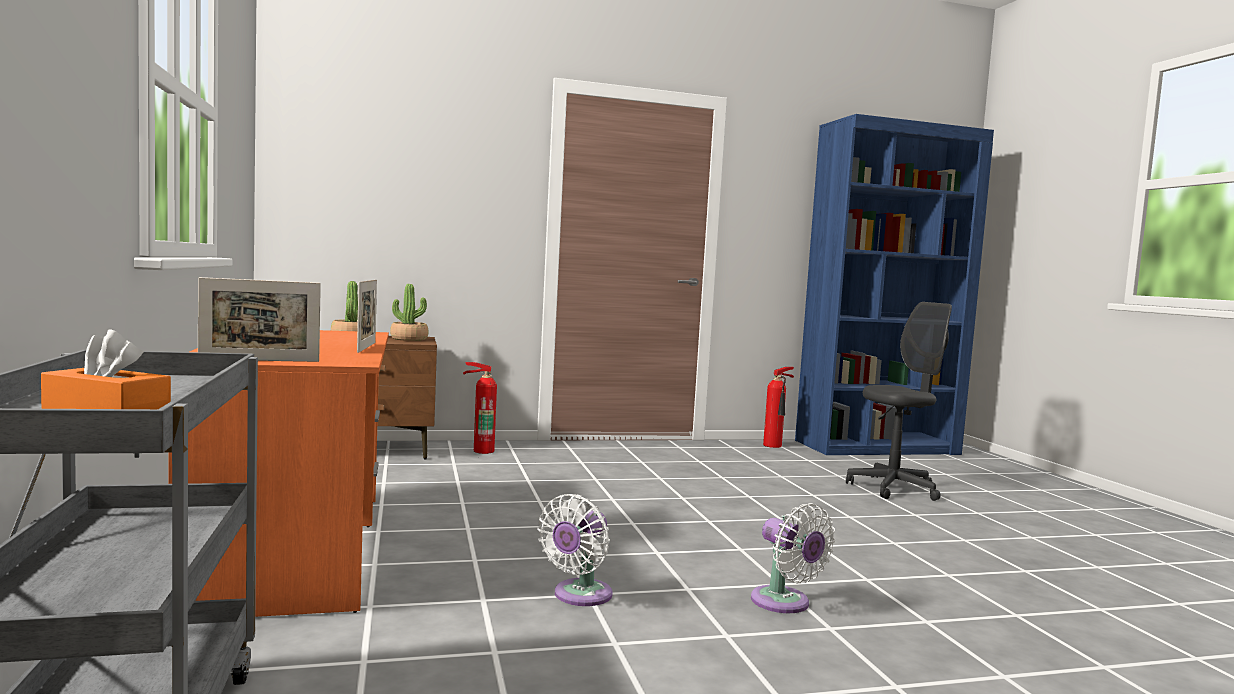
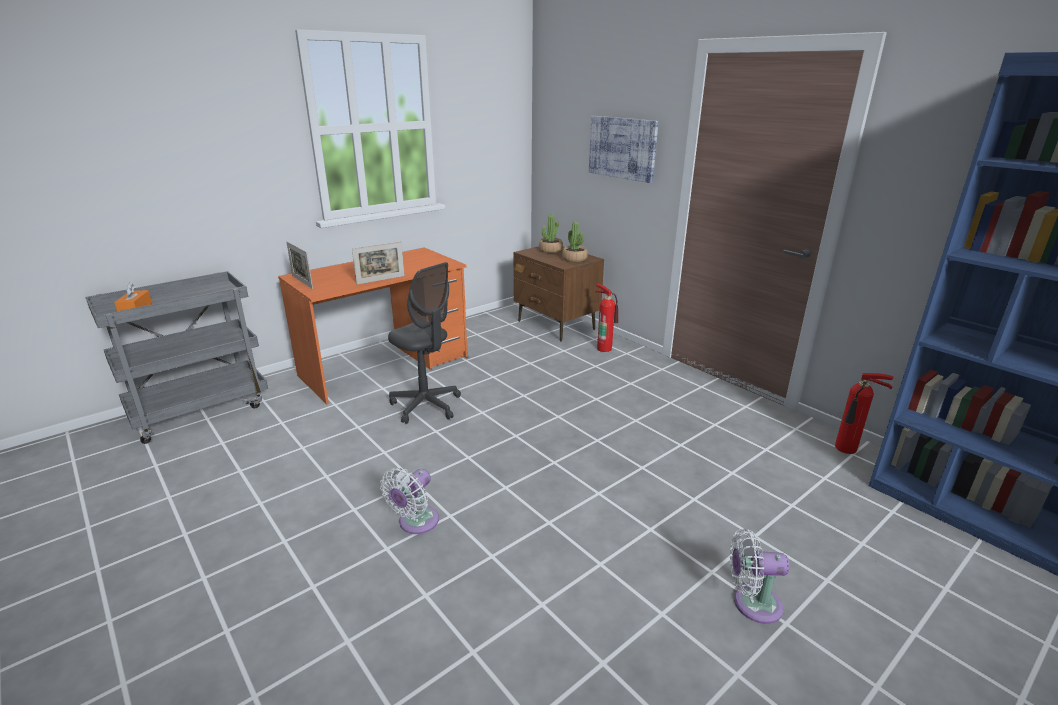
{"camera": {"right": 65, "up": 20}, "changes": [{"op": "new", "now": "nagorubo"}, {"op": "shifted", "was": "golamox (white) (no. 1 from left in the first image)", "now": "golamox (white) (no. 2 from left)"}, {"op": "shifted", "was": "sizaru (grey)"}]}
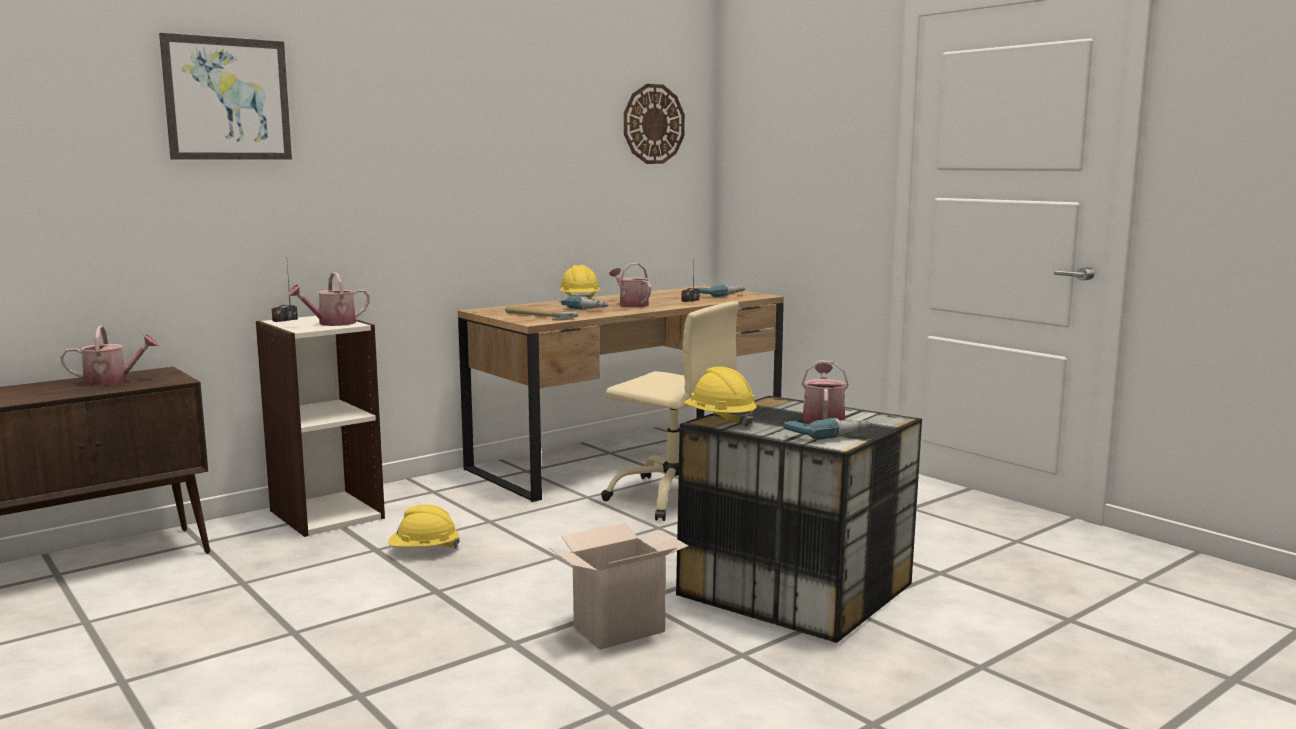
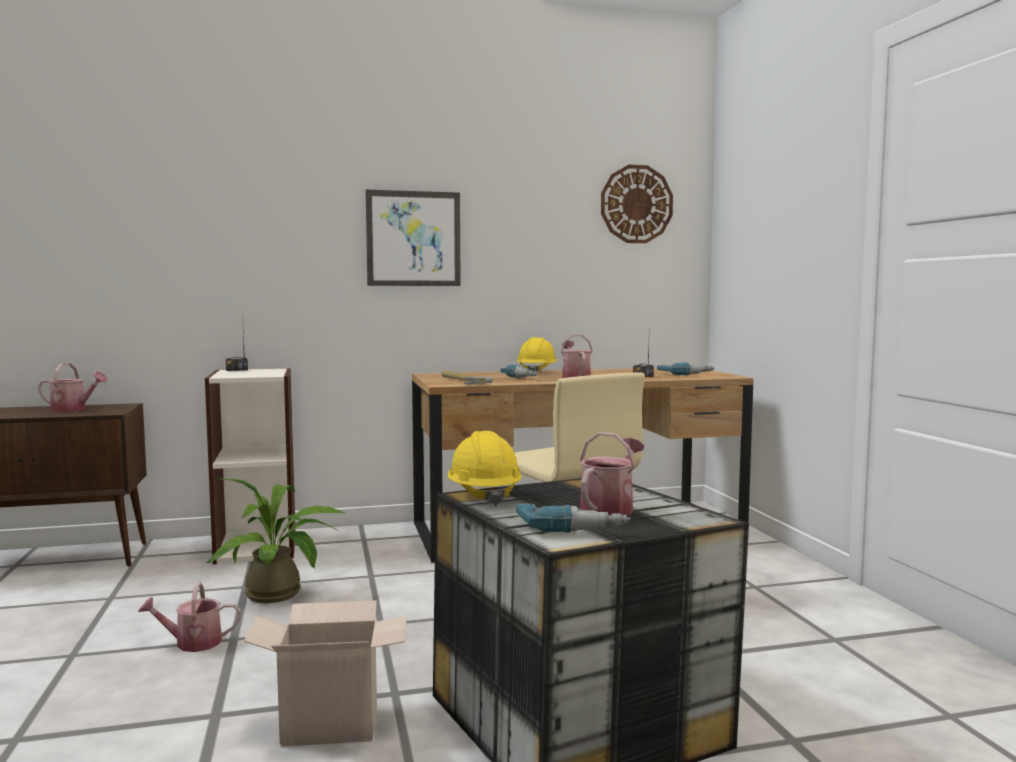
{"camera": {"right": 25, "up": -5}, "changes": [{"op": "shifted", "was": "nagorubo"}, {"op": "shifted", "was": "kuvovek (no. 2 from left)"}, {"op": "swapped", "was": "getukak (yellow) (no. 1 from left)", "now": "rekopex"}]}
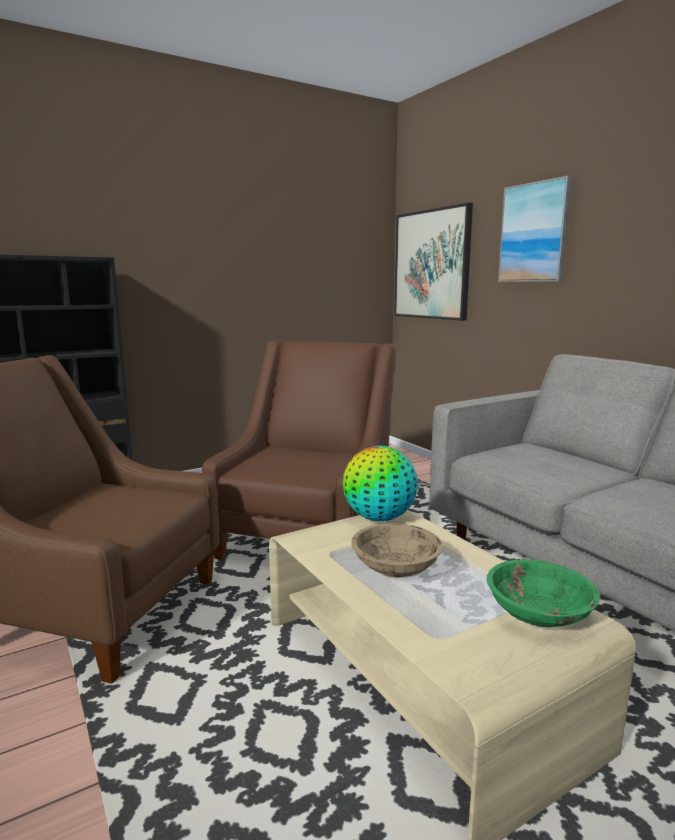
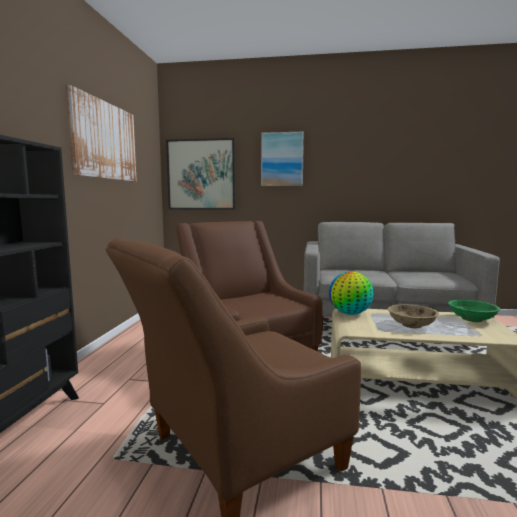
{"camera": {"right": -50, "up": -5}, "changes": [{"op": "new", "now": "nagorubo (no. 1 from left)"}]}
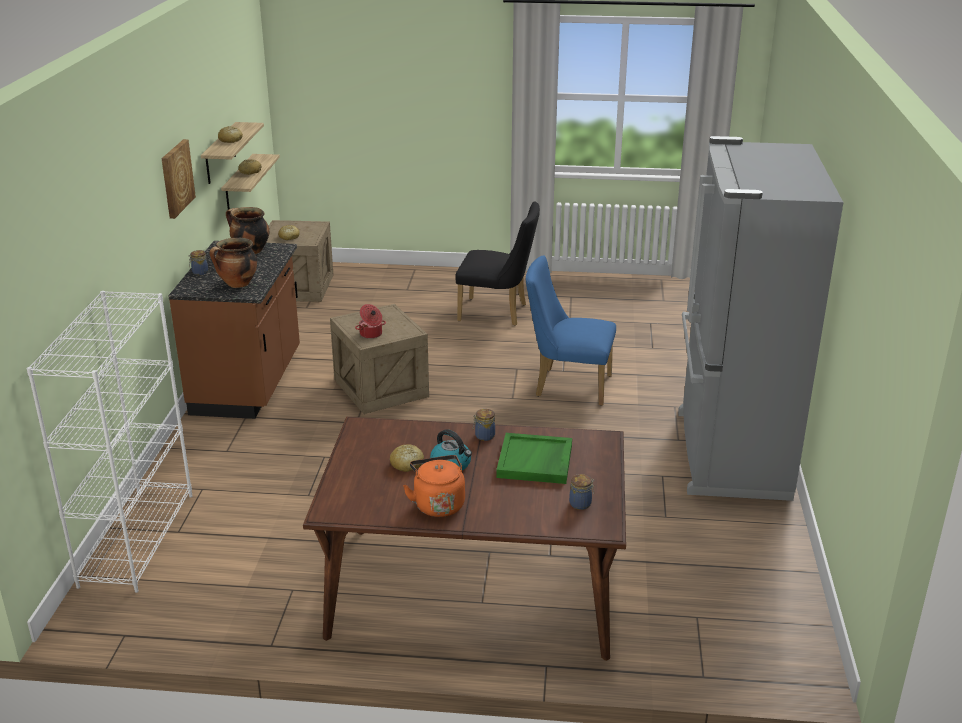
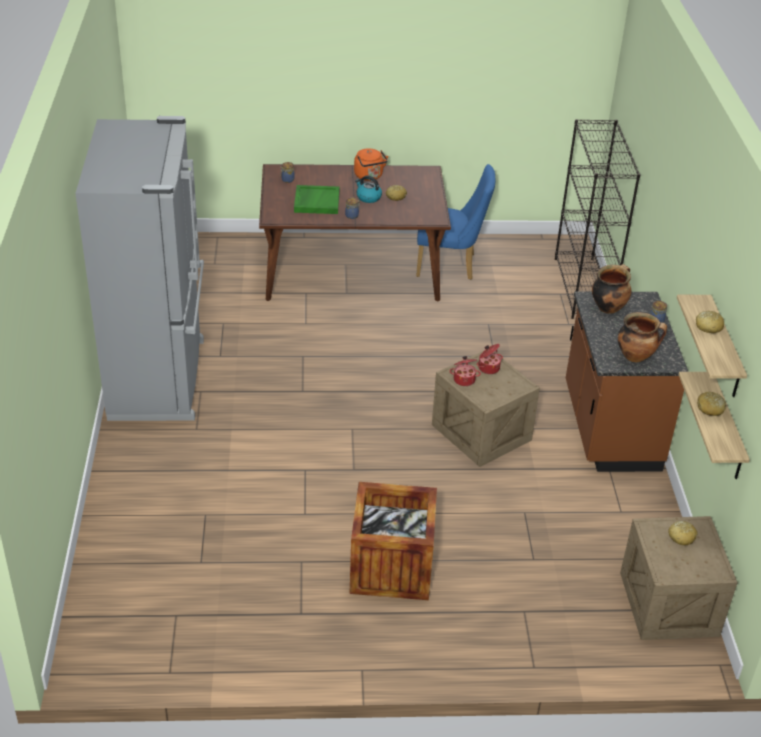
{"camera": {"right": 170, "up": 10}, "changes": [{"op": "gone", "was": "nagorubo"}, {"op": "new", "now": "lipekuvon (no. 1 from left)"}, {"op": "shifted", "was": "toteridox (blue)"}, {"op": "swapped", "was": "toteridox (black)", "now": "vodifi (no. 1 from left)"}, {"op": "repainted", "was": "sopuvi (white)", "now": "sopuvi (black)"}]}
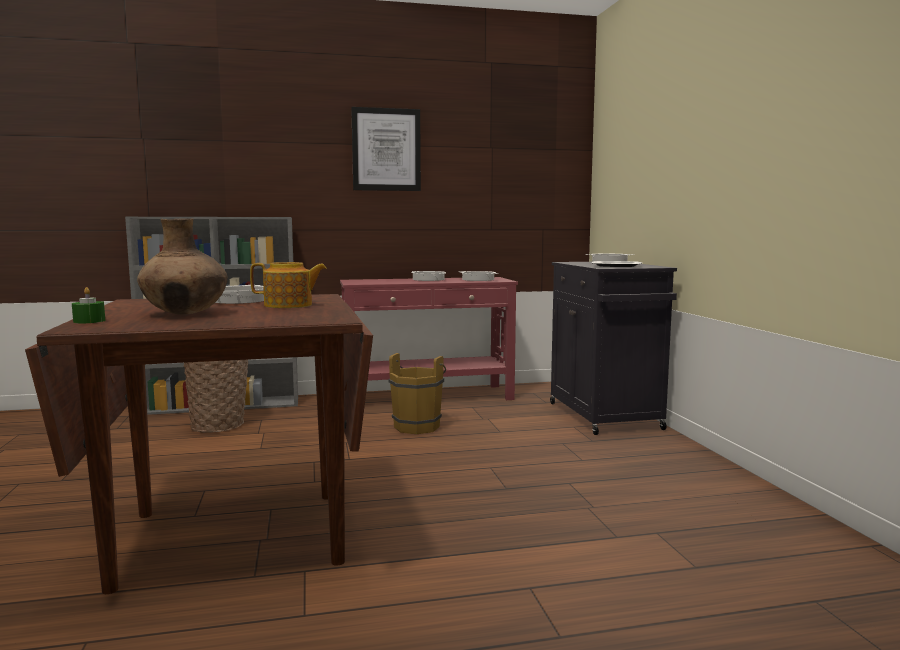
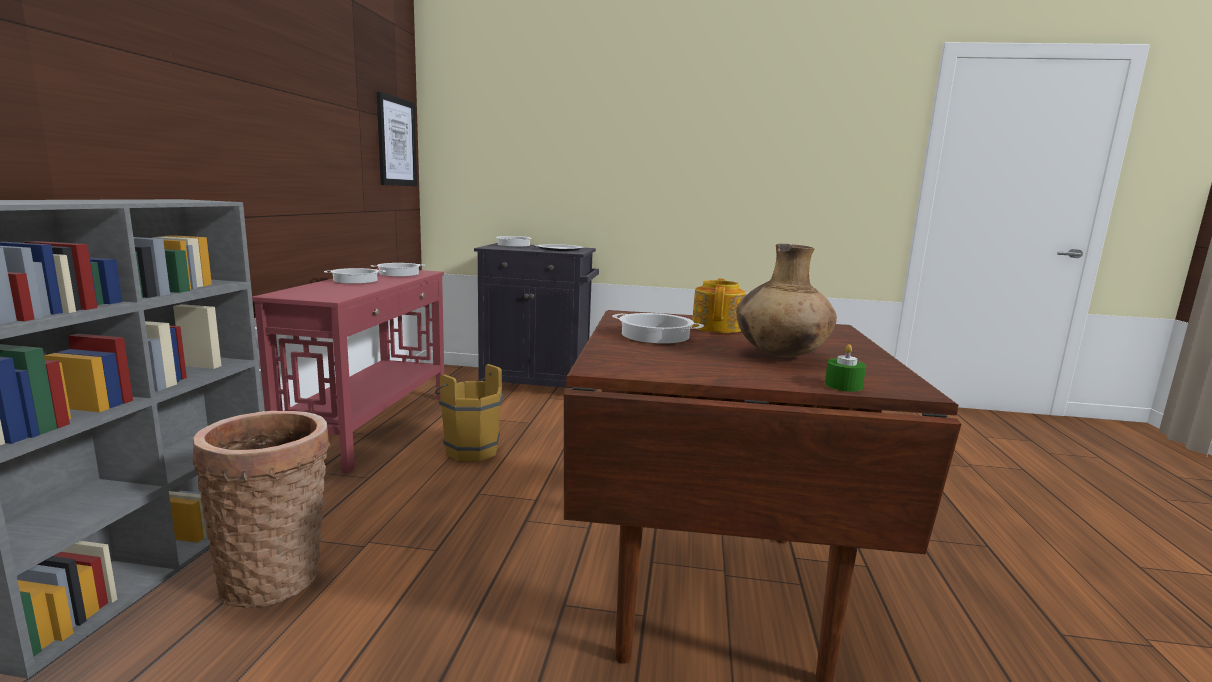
{"camera": {"right": -70, "up": 5}, "changes": [{"op": "shifted", "was": "nagorubo"}]}
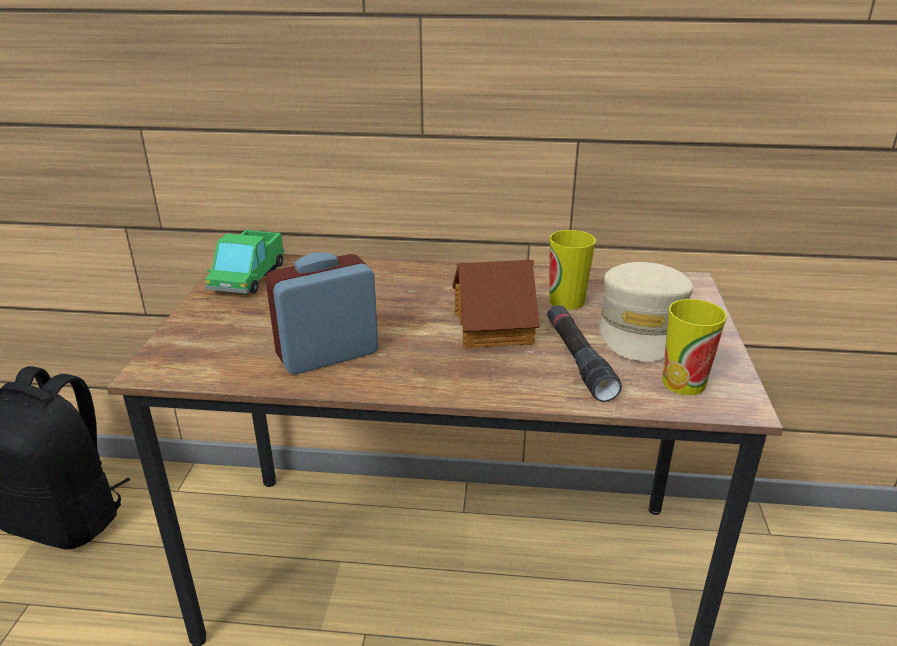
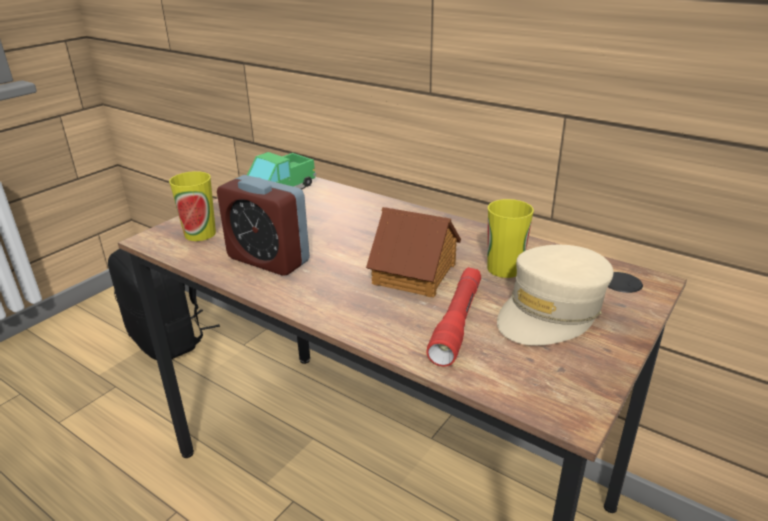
{"camera": {"right": 30, "up": 0}, "changes": [{"op": "shifted", "was": "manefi (no. 2 from left in the first image)", "now": "manefi (no. 1 from left)"}, {"op": "repainted", "was": "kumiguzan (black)", "now": "kumiguzan (red)"}, {"op": "rotated", "was": "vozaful", "clockwise": -150}]}
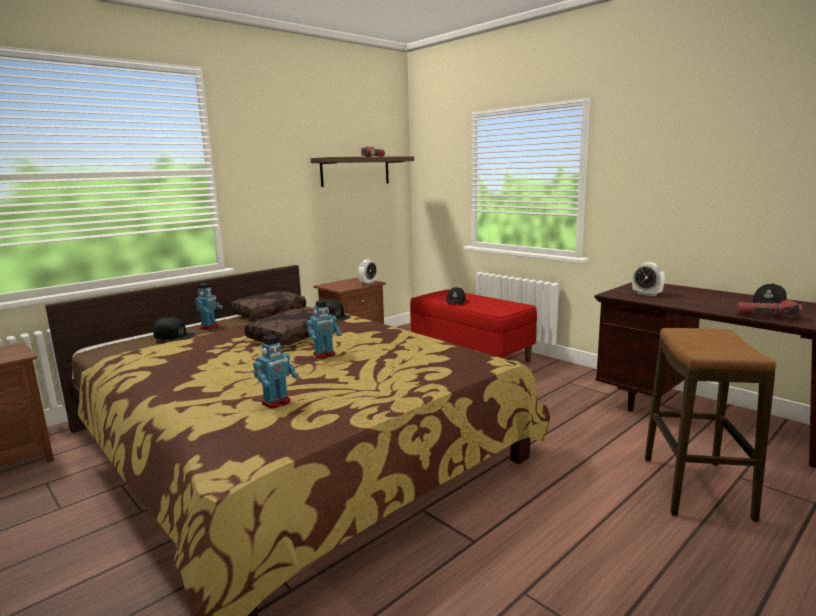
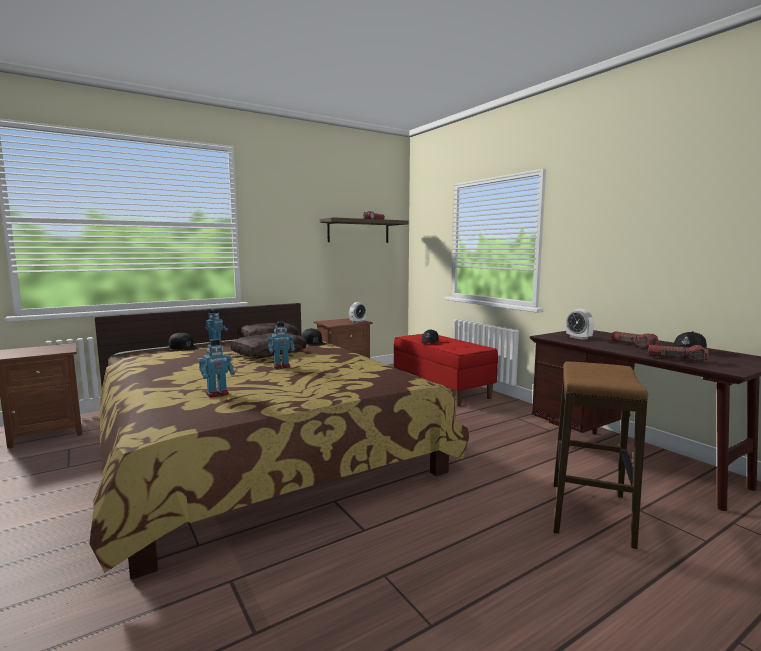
{"camera": {"right": 10, "up": -5}, "changes": [{"op": "new", "now": "kumiguzan (no. 2 from left)"}]}
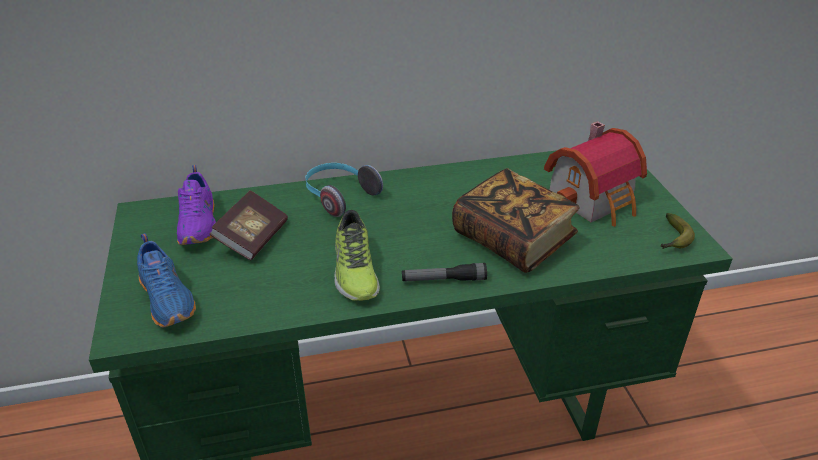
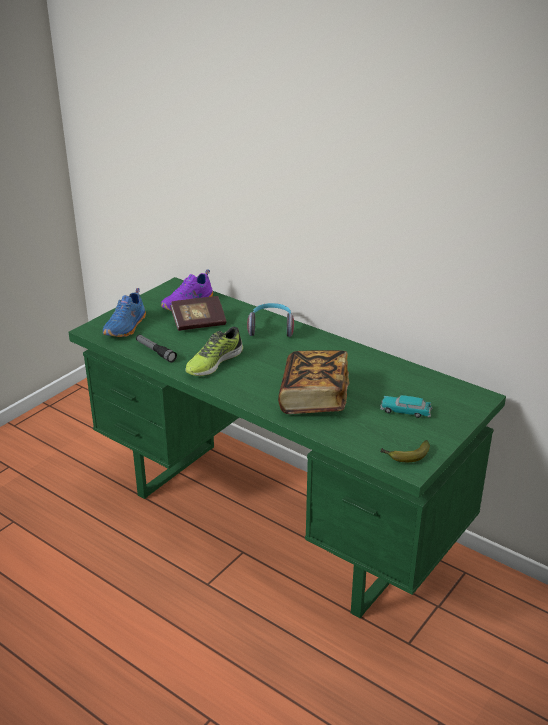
{"camera": {"right": 50, "up": -5}, "changes": [{"op": "shifted", "was": "kumiguzan"}, {"op": "swapped", "was": "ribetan", "now": "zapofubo"}]}
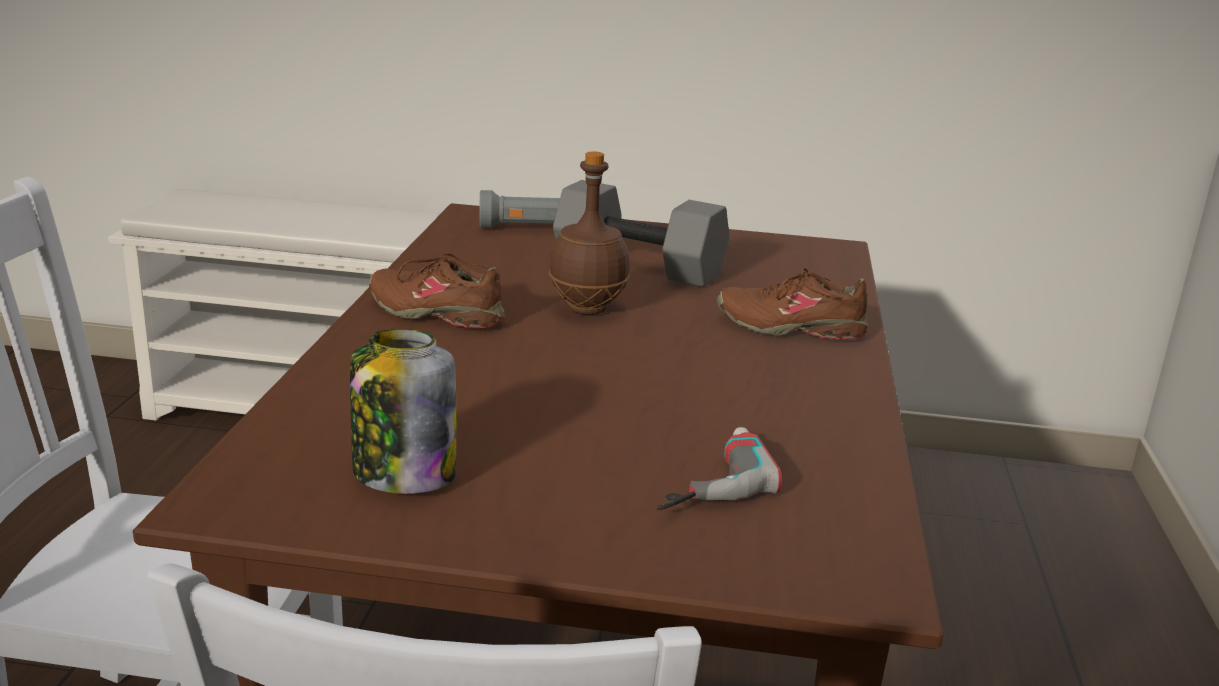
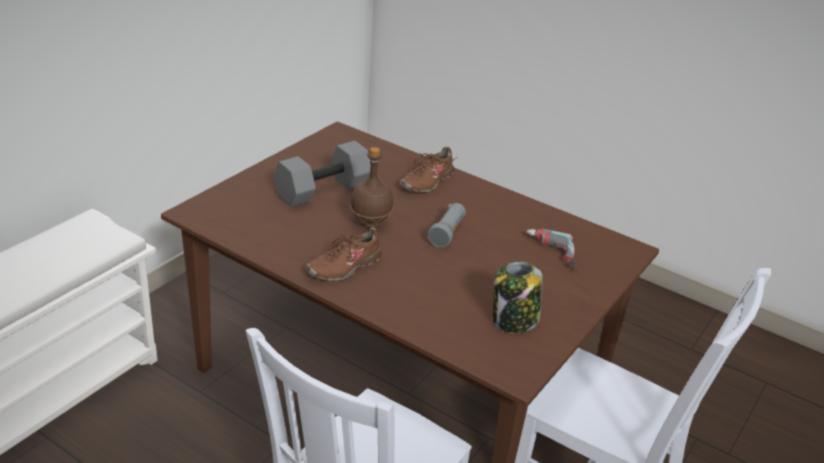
{"camera": {"right": -65, "up": 10}, "changes": [{"op": "shifted", "was": "kumiguzan (grey)"}]}
